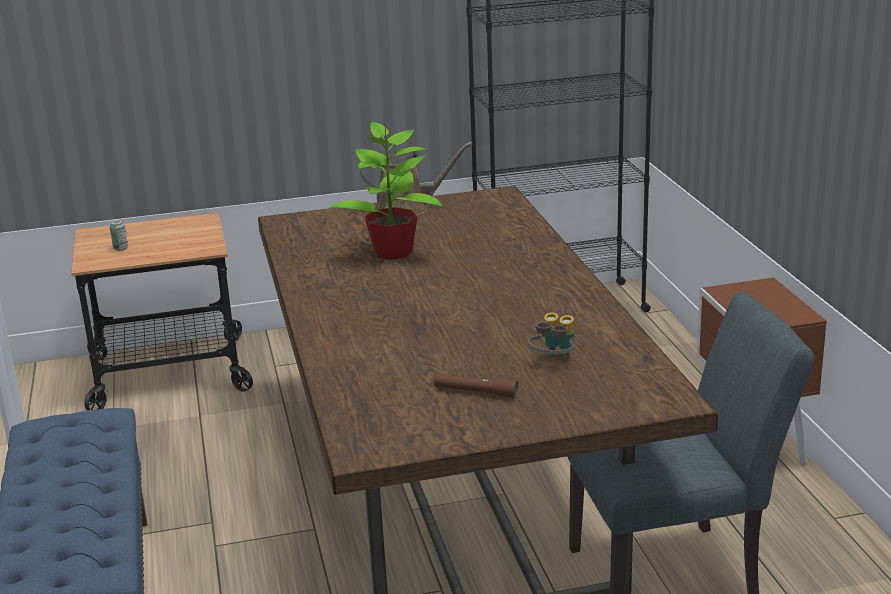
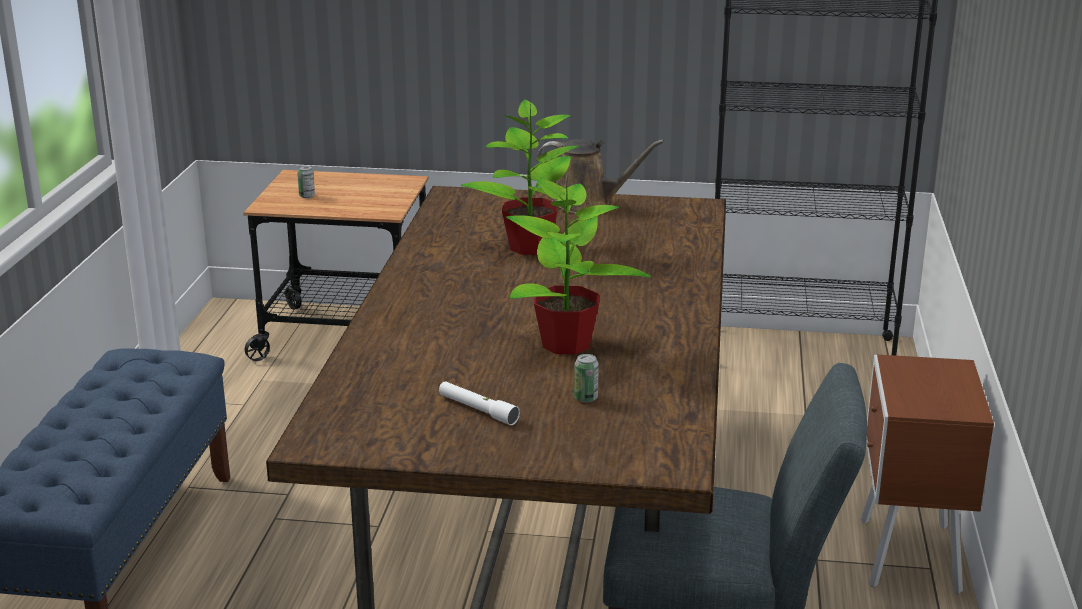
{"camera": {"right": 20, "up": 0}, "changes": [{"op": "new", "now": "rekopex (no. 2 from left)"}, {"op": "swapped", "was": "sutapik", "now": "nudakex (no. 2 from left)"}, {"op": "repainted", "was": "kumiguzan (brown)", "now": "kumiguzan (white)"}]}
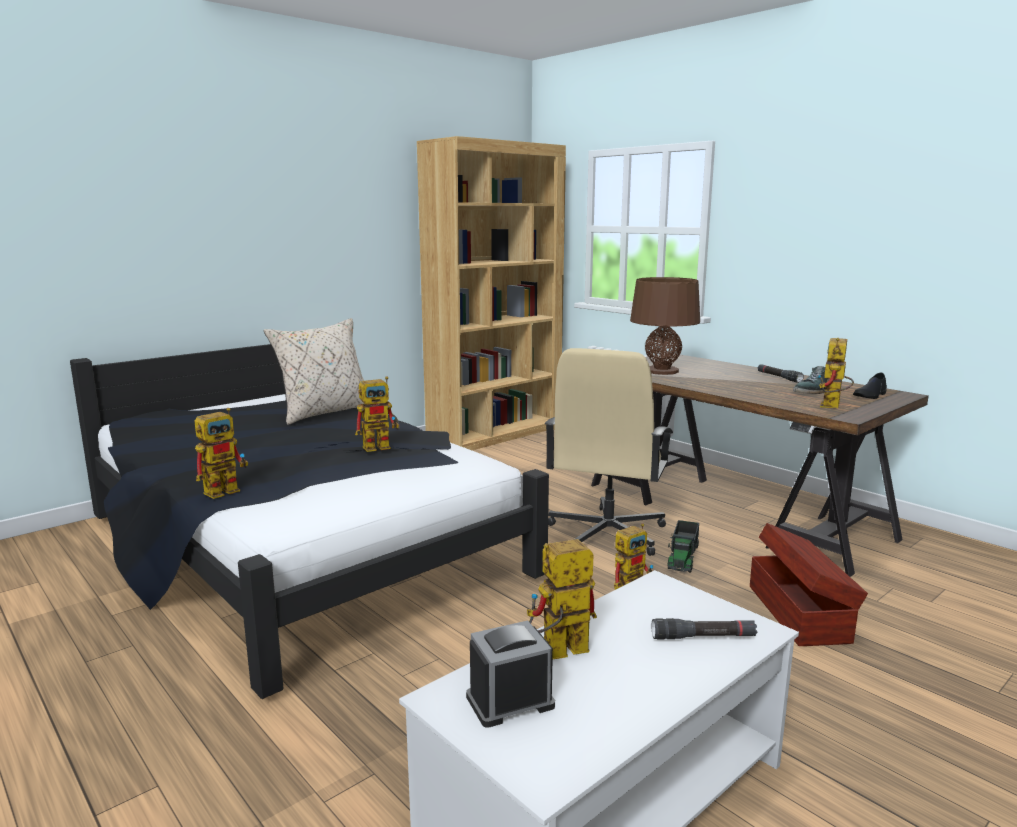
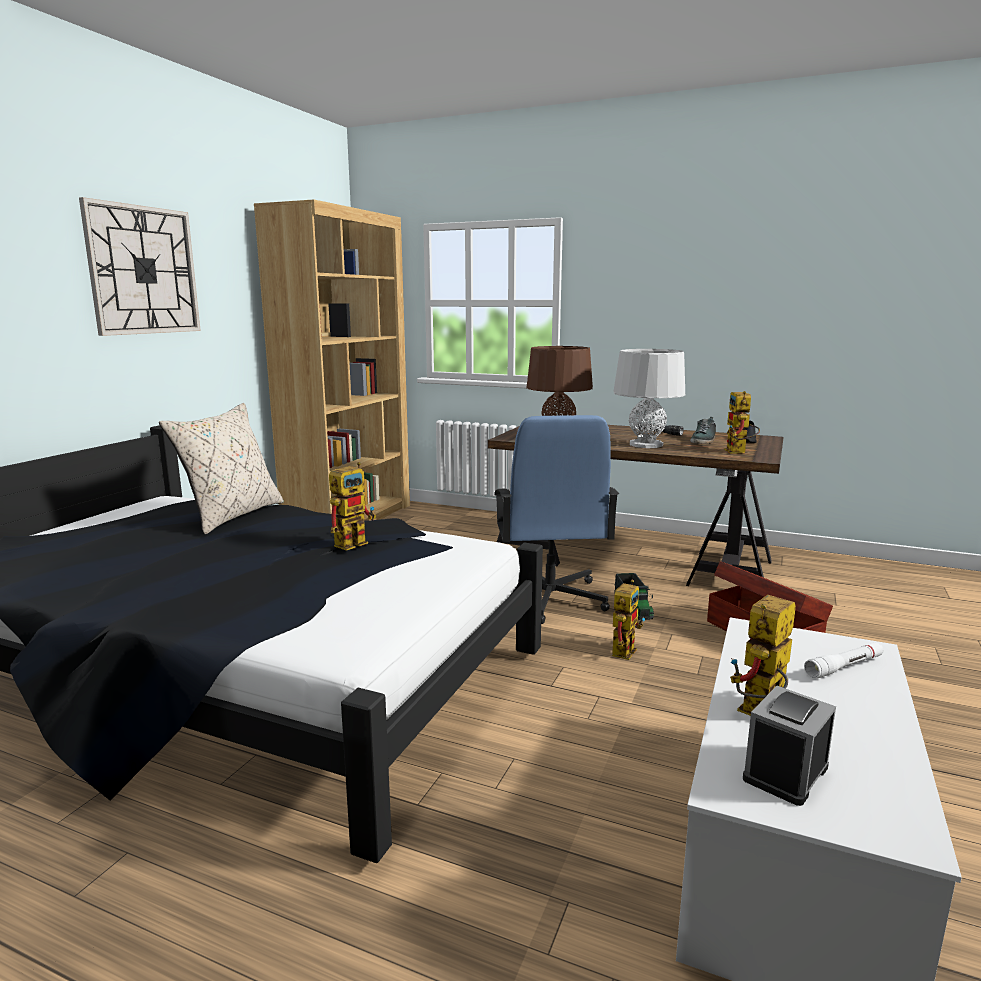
{"camera": {"right": -25, "up": 0}, "changes": [{"op": "gone", "was": "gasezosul (no. 1 from left)"}, {"op": "new", "now": "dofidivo"}, {"op": "new", "now": "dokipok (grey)"}, {"op": "repainted", "was": "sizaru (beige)", "now": "sizaru (blue)"}, {"op": "repainted", "was": "kumiguzan (black) (no. 1 from left)", "now": "kumiguzan (white)"}]}
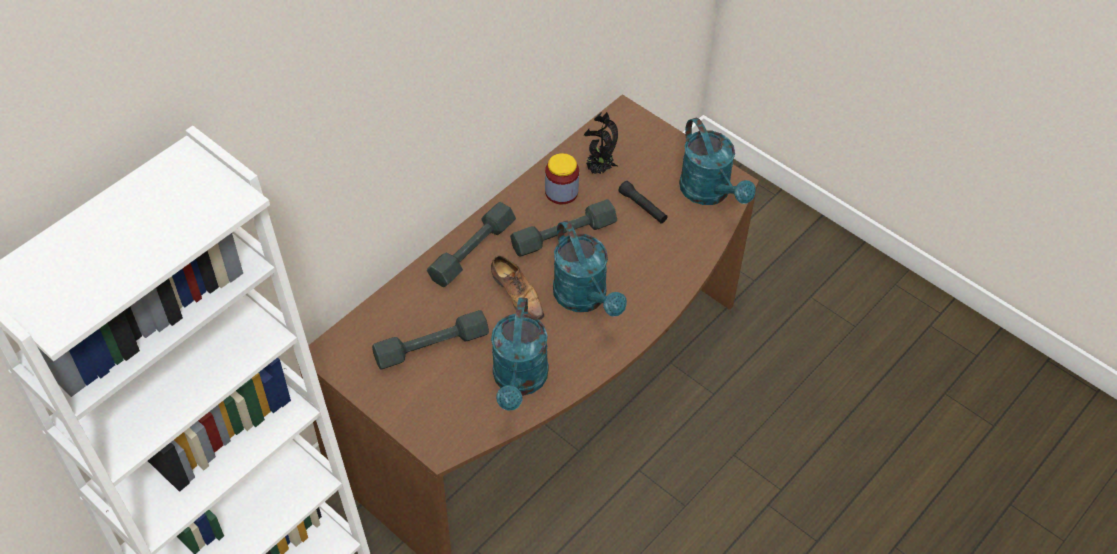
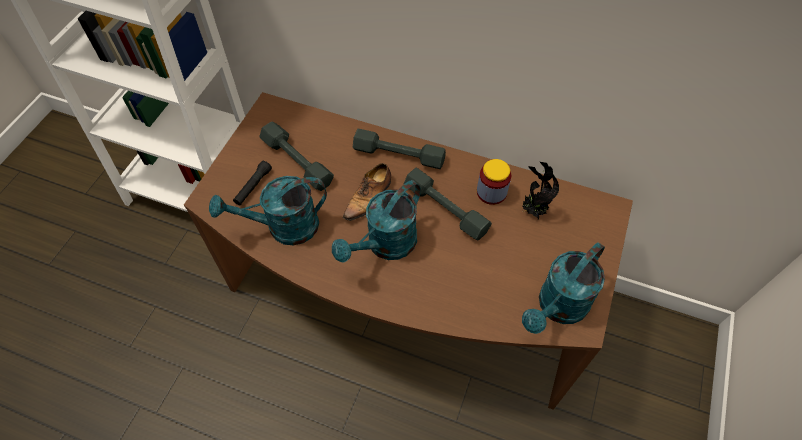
{"camera": {"right": 70, "up": 5}, "changes": [{"op": "shifted", "was": "kumiguzan (black)"}]}
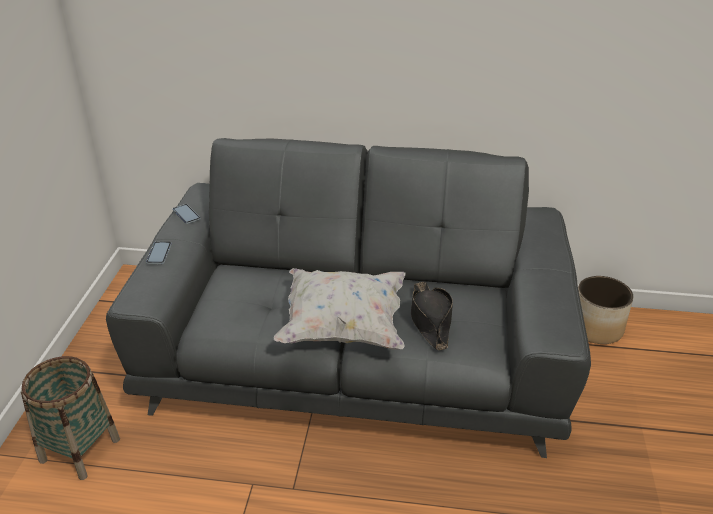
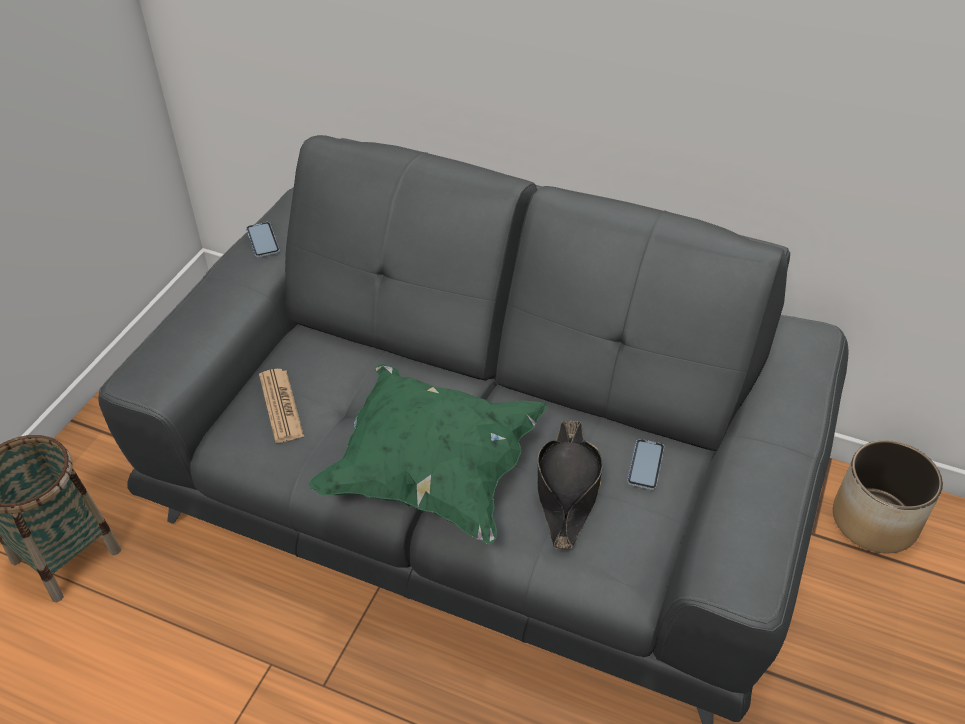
{"camera": {"right": 15, "up": 10}, "changes": [{"op": "new", "now": "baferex"}, {"op": "shifted", "was": "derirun (no. 1 from left in the first image)", "now": "derirun (no. 2 from left)"}, {"op": "repainted", "was": "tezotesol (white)", "now": "tezotesol (green)"}]}
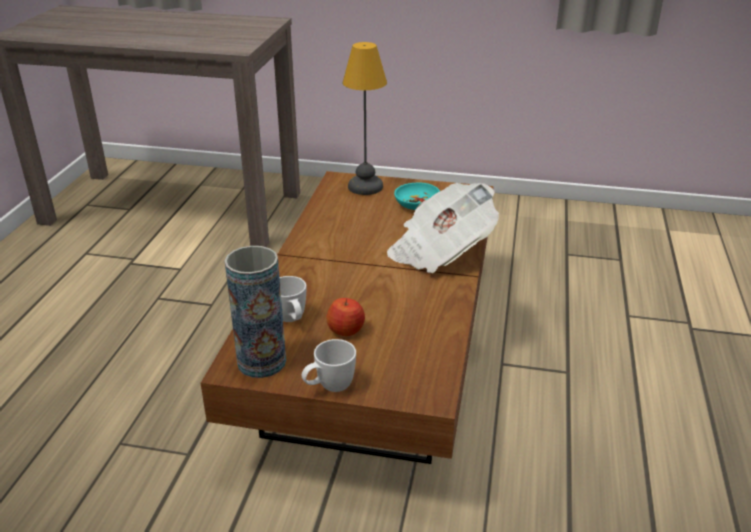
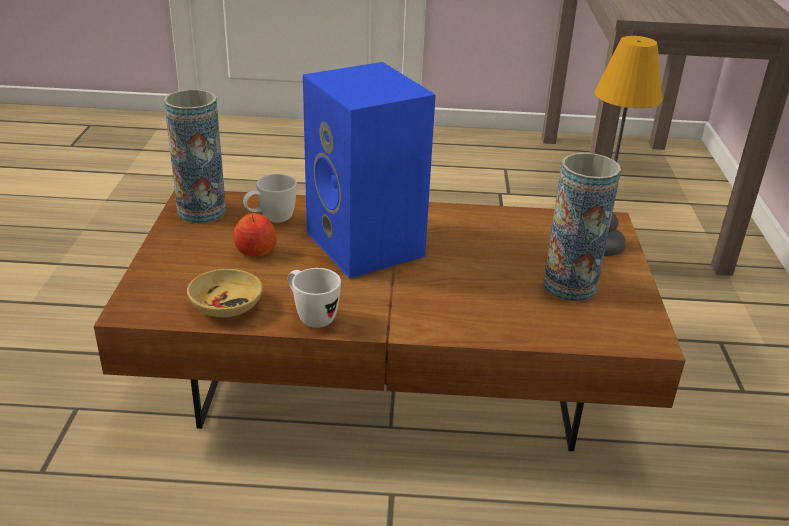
{"camera": {"right": 80, "up": 0}, "changes": [{"op": "gone", "was": "baferex"}, {"op": "new", "now": "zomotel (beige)"}, {"op": "new", "now": "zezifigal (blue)"}, {"op": "shifted", "was": "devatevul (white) (no. 2 from left)"}, {"op": "swapped", "was": "zomotel (turquoise)", "now": "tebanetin (no. 2 from left)"}]}
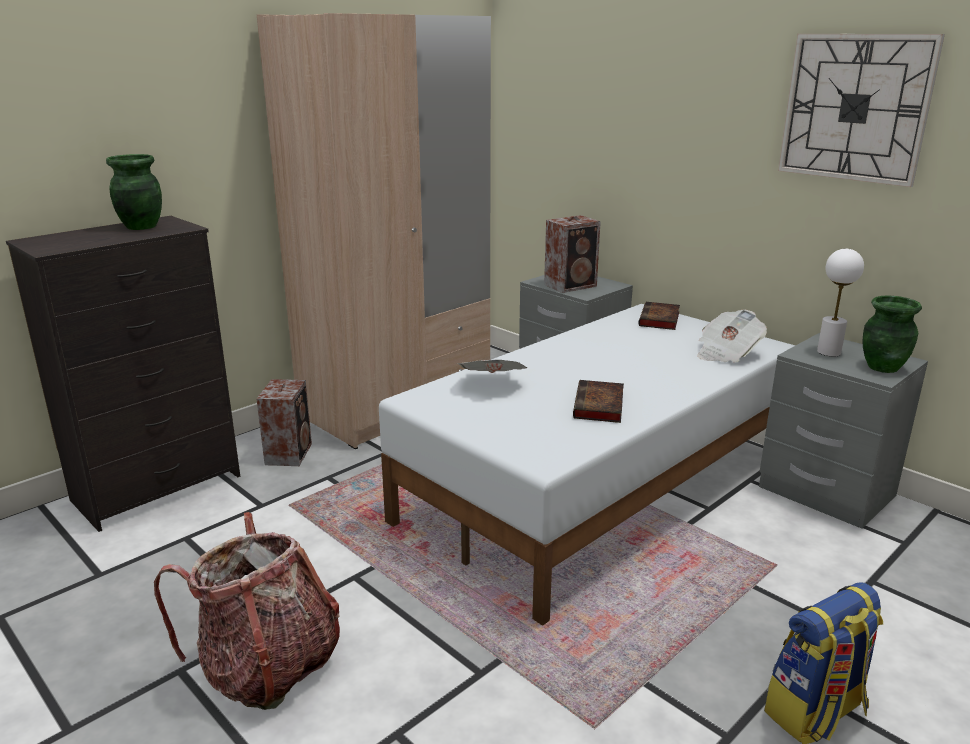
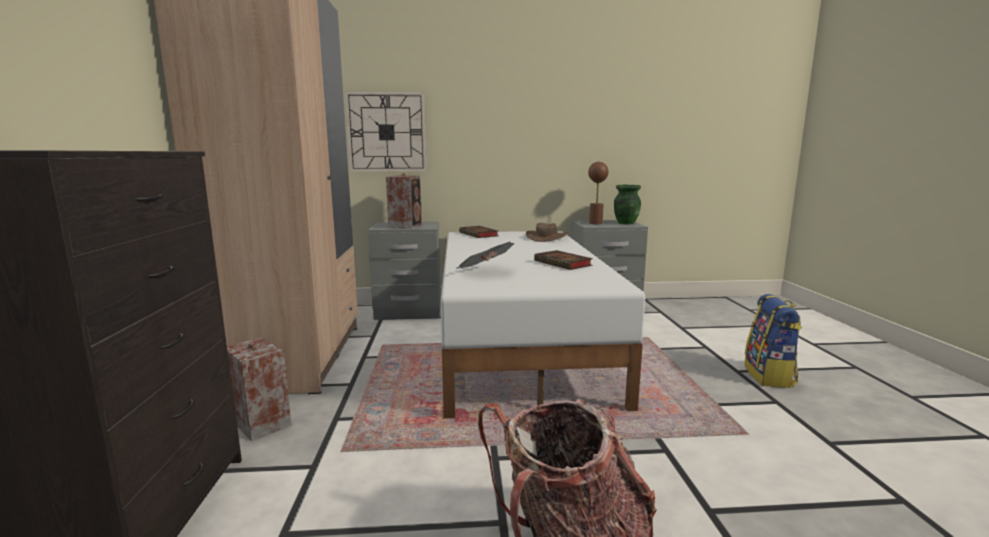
{"camera": {"right": -50, "up": -10}, "changes": [{"op": "gone", "was": "tebanetin (green) (no. 1 from left)"}, {"op": "shifted", "was": "dofidivo"}, {"op": "swapped", "was": "baferex (no. 2 from left)", "now": "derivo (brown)"}, {"op": "repainted", "was": "dokipok (white)", "now": "dokipok (brown)"}]}
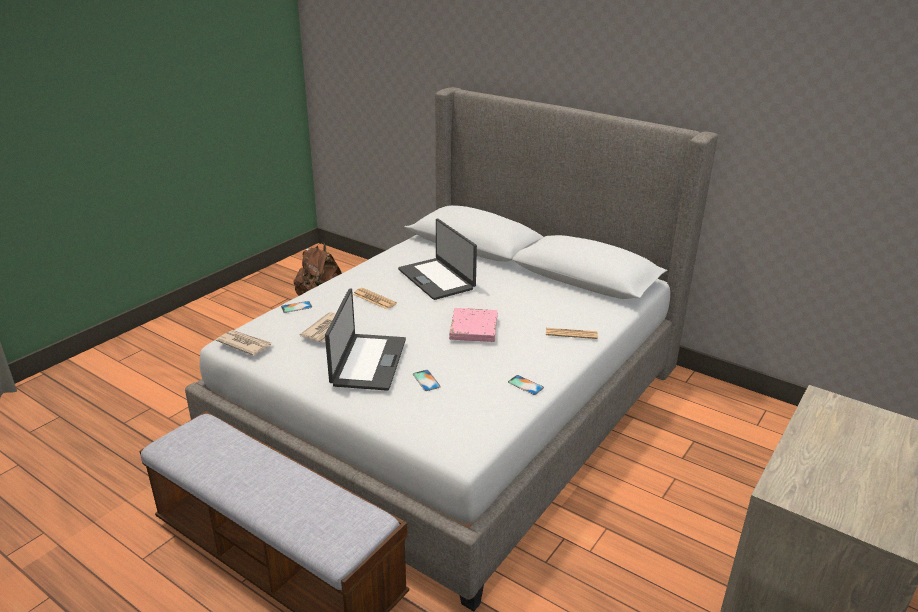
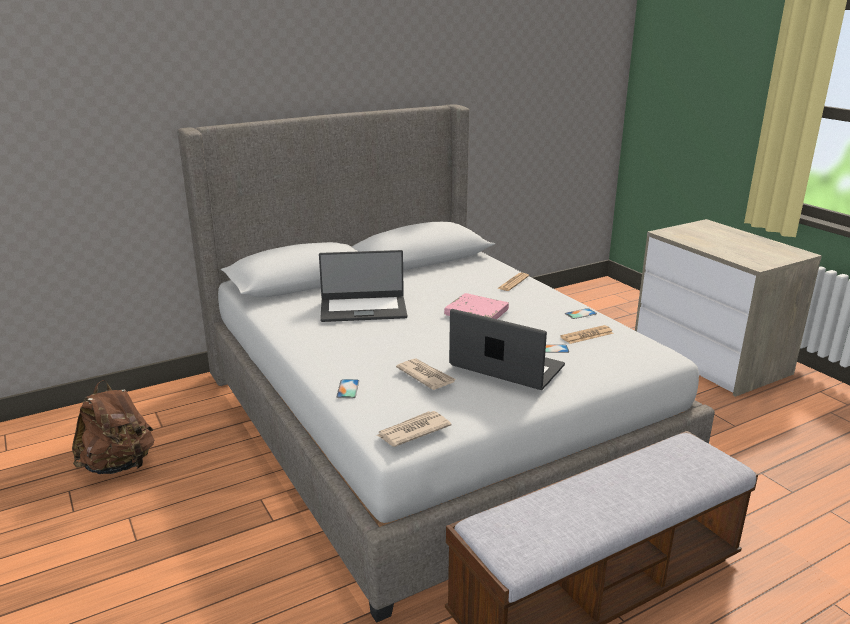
{"camera": {"right": -65, "up": -5}, "changes": [{"op": "shifted", "was": "baferex (no. 3 from left in the first image)", "now": "baferex (no. 4 from left)"}]}
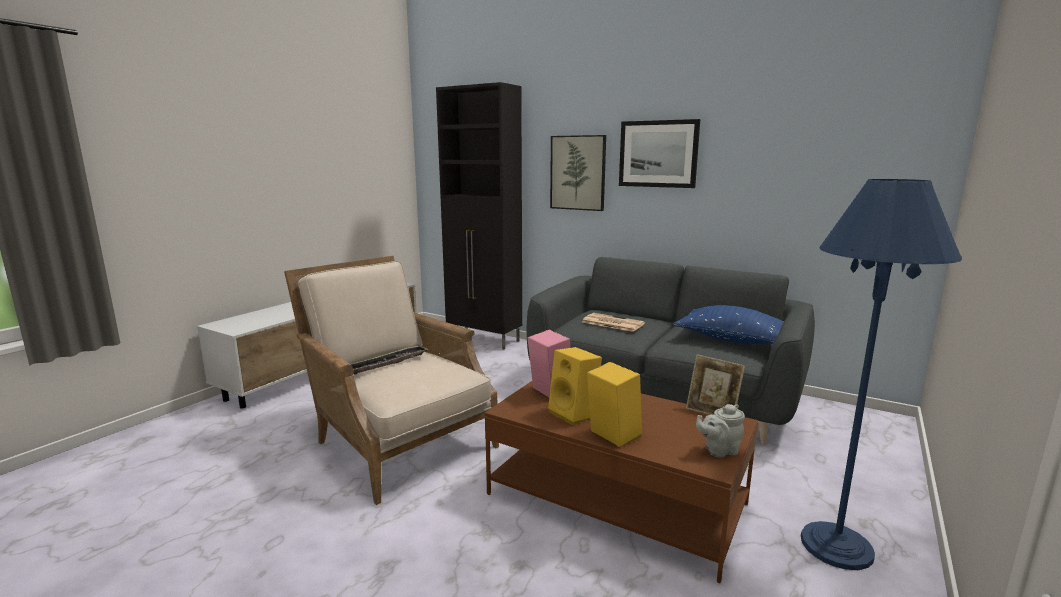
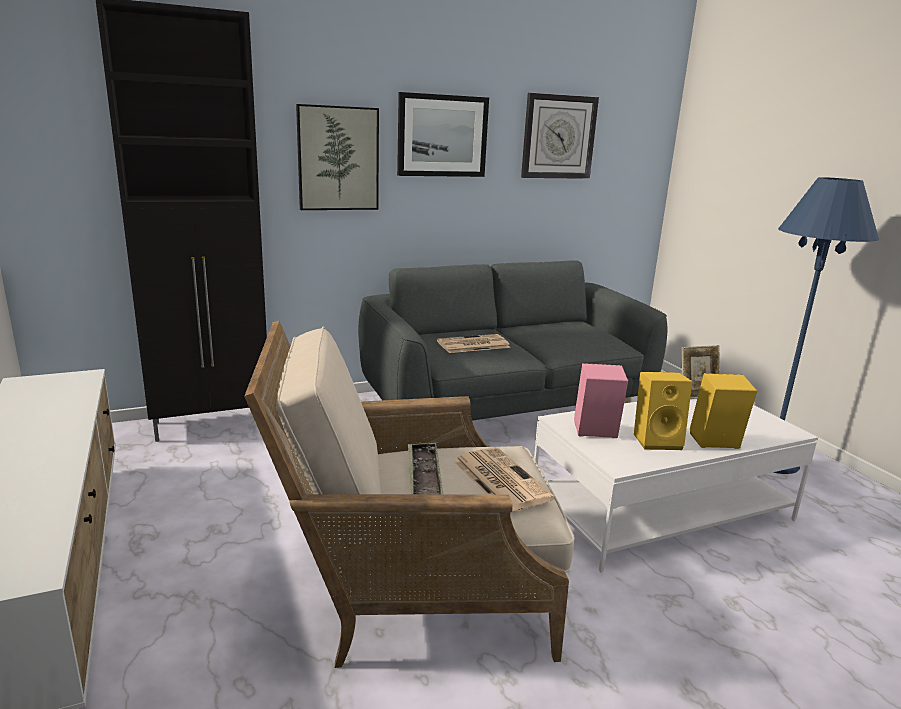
{"camera": {"right": -55, "up": 5}, "changes": [{"op": "gone", "was": "tezotesol (blue)"}, {"op": "gone", "was": "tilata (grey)"}, {"op": "new", "now": "baferex (no. 2 from left)"}, {"op": "new", "now": "dofidivo"}, {"op": "repainted", "was": "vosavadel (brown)", "now": "vosavadel (white)"}]}
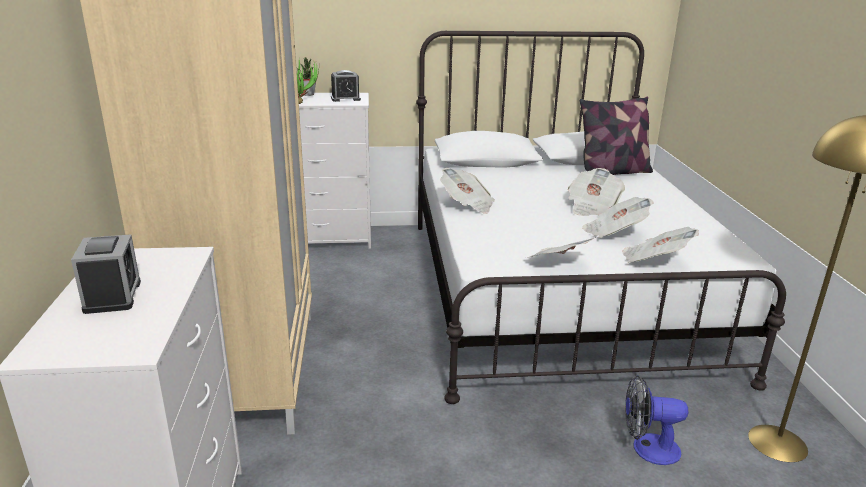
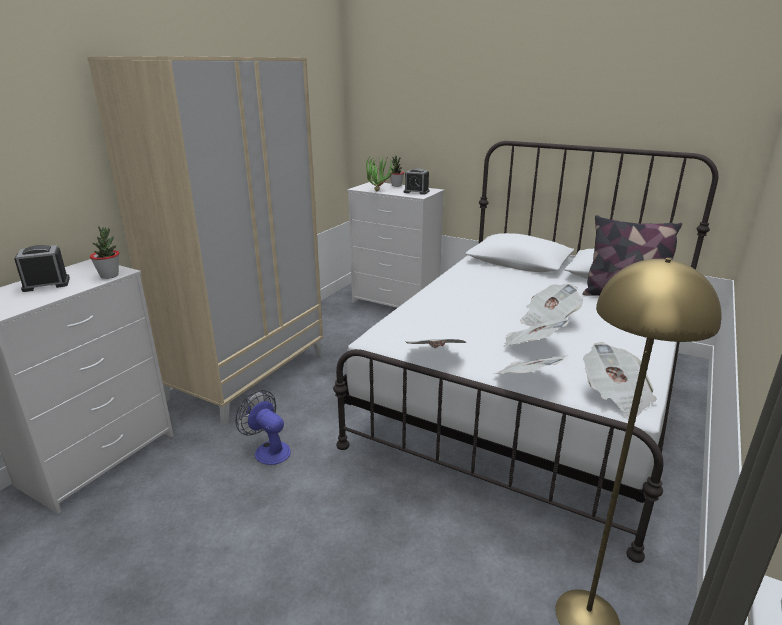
{"camera": {"right": 35, "up": 0}, "changes": [{"op": "new", "now": "rekopex (no. 1 from left)"}, {"op": "shifted", "was": "baferex (no. 1 from left in the first image)", "now": "baferex (no. 5 from left)"}, {"op": "shifted", "was": "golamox"}, {"op": "rotated", "was": "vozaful (no. 1 from left)", "clockwise": -135}]}
